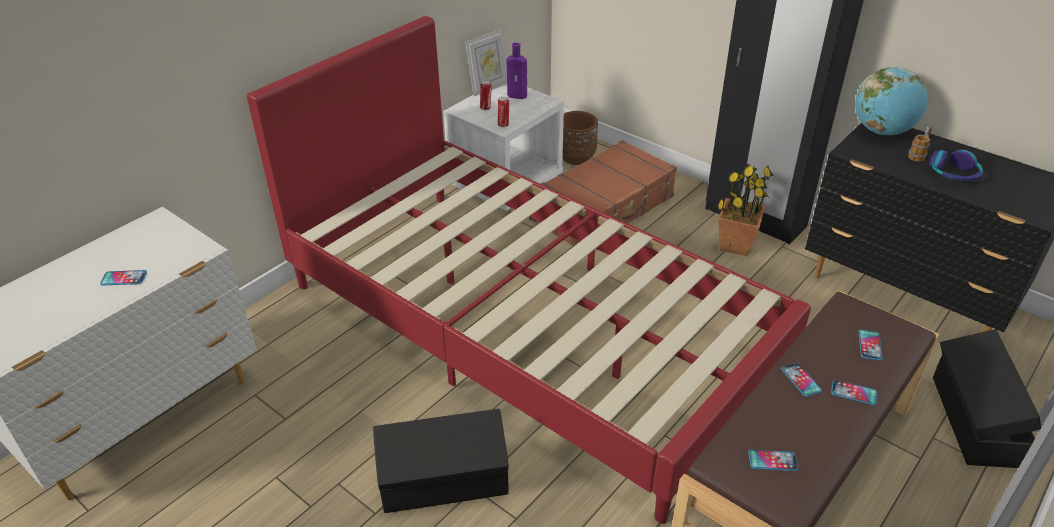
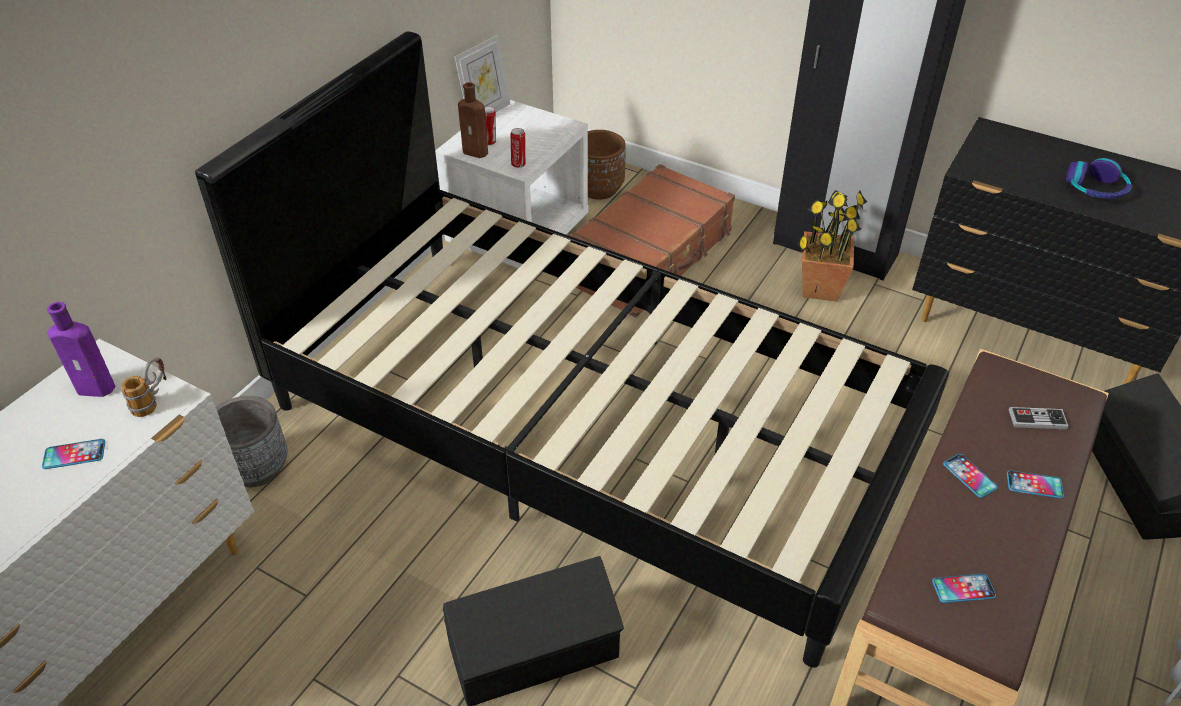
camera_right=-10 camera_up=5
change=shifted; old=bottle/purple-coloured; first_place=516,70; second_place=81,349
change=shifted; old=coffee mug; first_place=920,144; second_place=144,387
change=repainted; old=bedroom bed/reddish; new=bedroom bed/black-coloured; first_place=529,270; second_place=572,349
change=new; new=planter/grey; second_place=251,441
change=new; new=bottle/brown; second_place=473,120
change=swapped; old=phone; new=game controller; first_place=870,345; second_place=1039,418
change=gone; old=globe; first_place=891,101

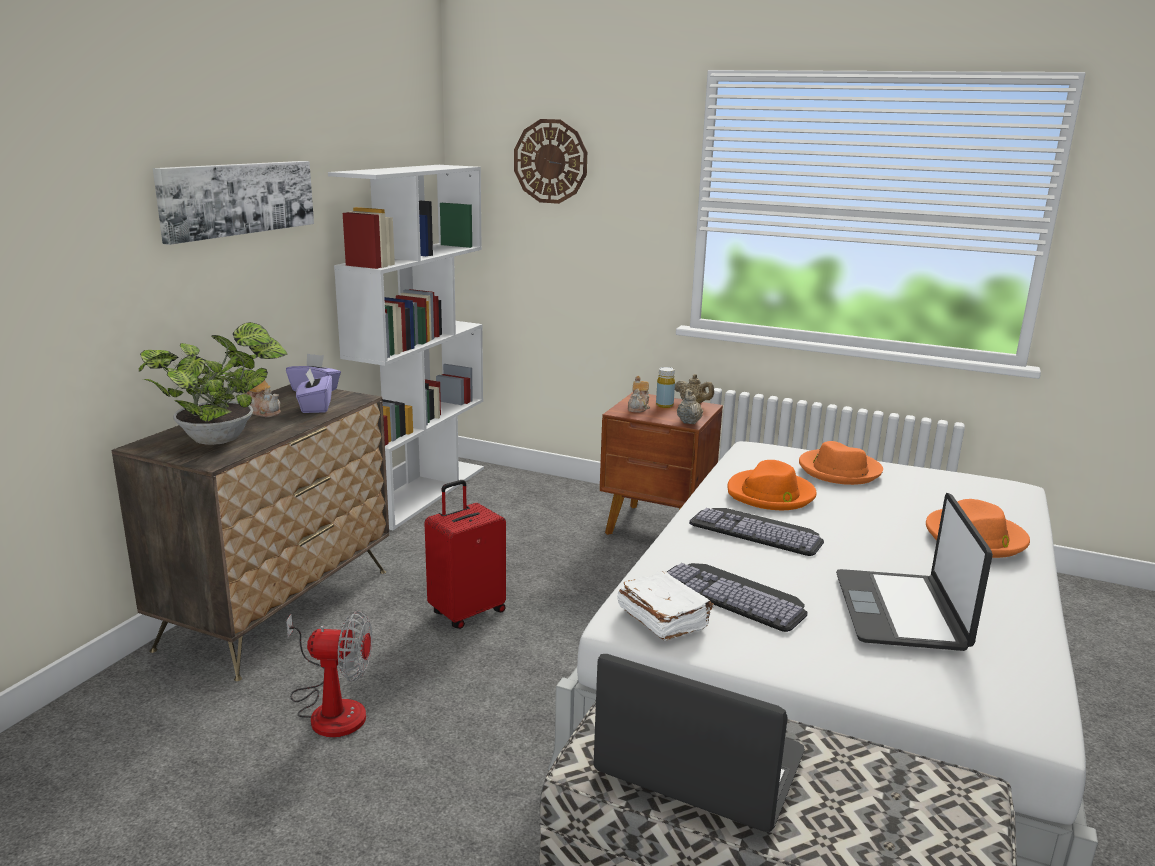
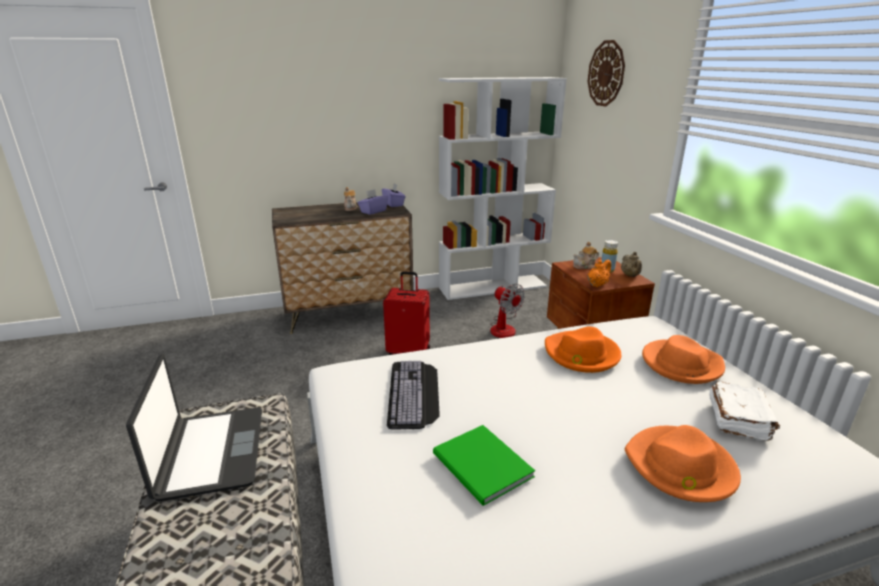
camera_right=50 camera_up=5
change=swapped; old=laptop; new=volume/greenish; first_place=914,572; second_place=484,465
change=shifted; old=fan; first_place=329,674; second_place=507,311
change=repainted; old=teapot/beige; new=teapot/orange; first_place=690,406; second_place=599,273
change=shifted; old=volume/white-coloured; first_place=665,606; second_place=744,411
change=gone; old=houseplant; first_place=213,383
change=gone; old=wall art; first_place=233,203
change=gone; old=PC keyboard; first_place=756,532

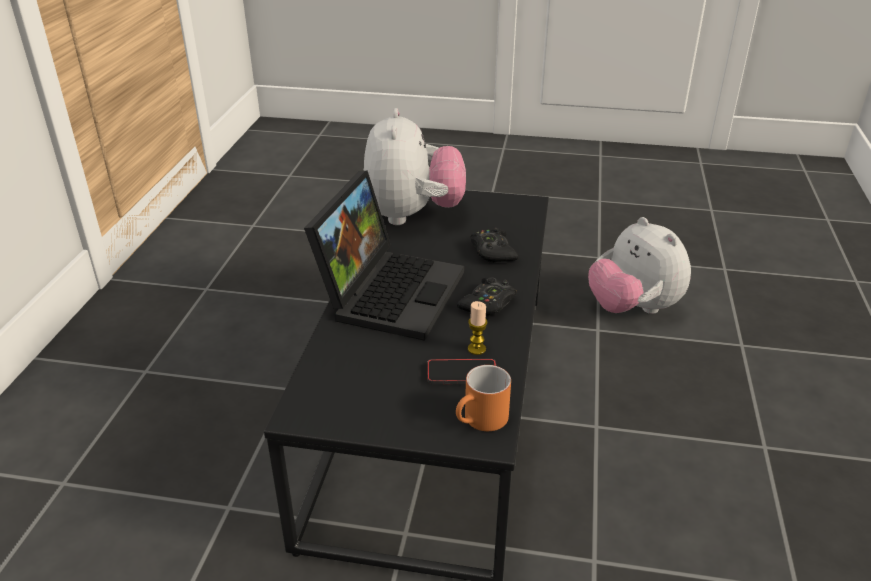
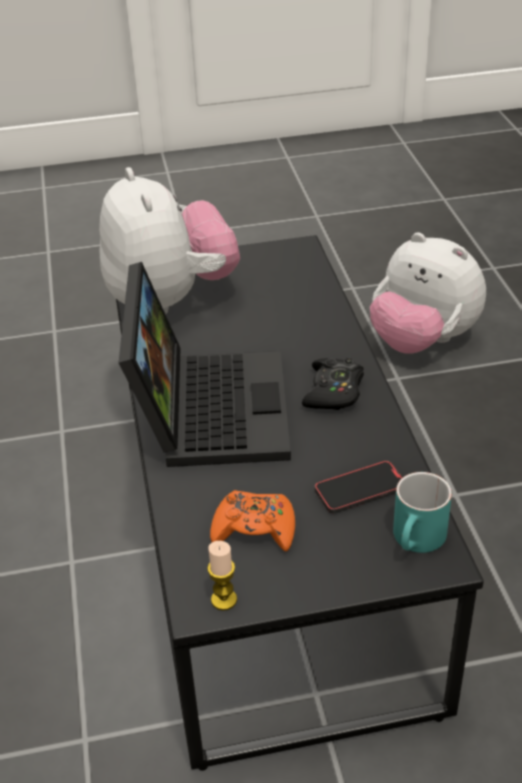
camera_right=-20 camera_up=5
change=shifted; old=wax candle; first_place=477,328; second_place=222,575
change=new; new=game controller/orange; second_place=252,520
change=repainted; old=coffee mug/orange; new=coffee mug/blue-green; first_place=483,398; second_place=422,512
change=gone; old=game controller/black-coloured; first_place=495,245

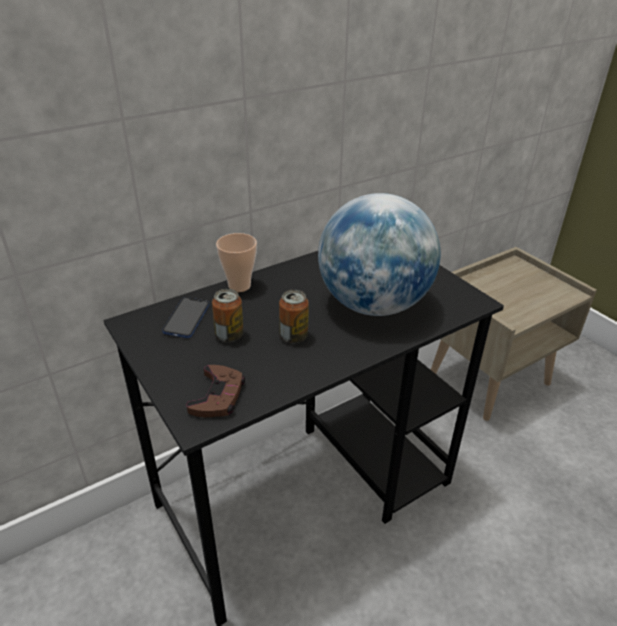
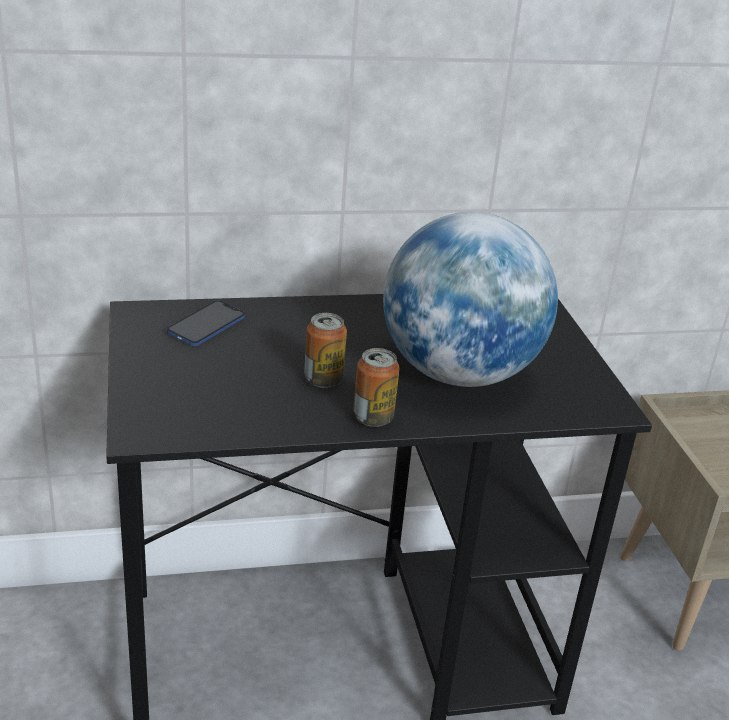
camera_right=20 camera_up=-5
change=shifted; old=sealed can; first_place=227,315; second_place=376,387
change=gone; old=game controller/brown; first_place=215,391
change=gone; old=small cup; first_place=236,262

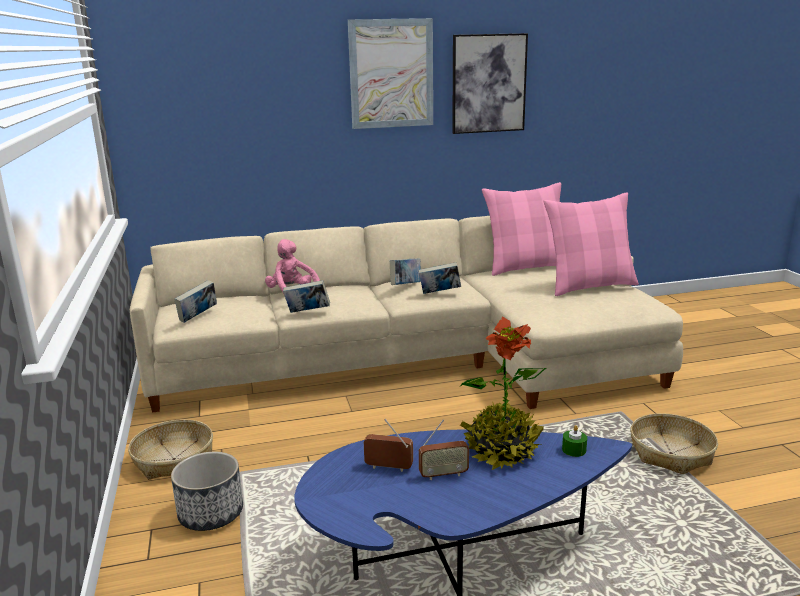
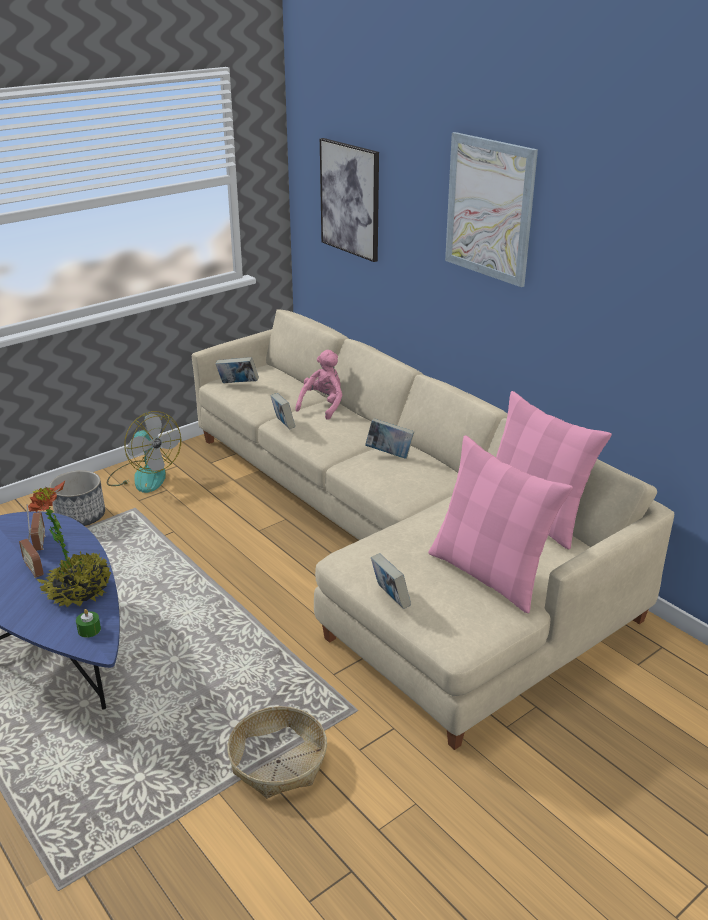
camera_right=65 camera_up=10
change=swapped; old=basket; new=fan; first_place=170,449; second_place=144,452
change=shifted; old=wall art; first_place=490,83; second_place=349,200
change=shifted; old=volume; first_place=439,278; second_place=391,581

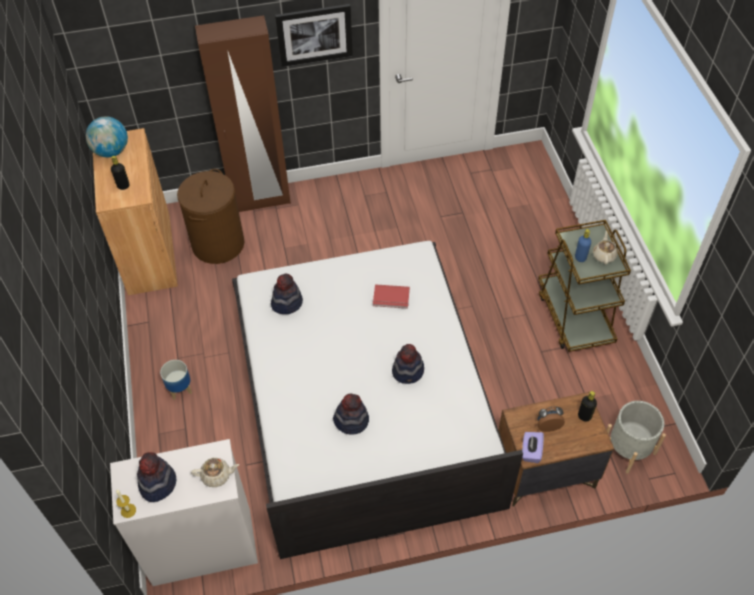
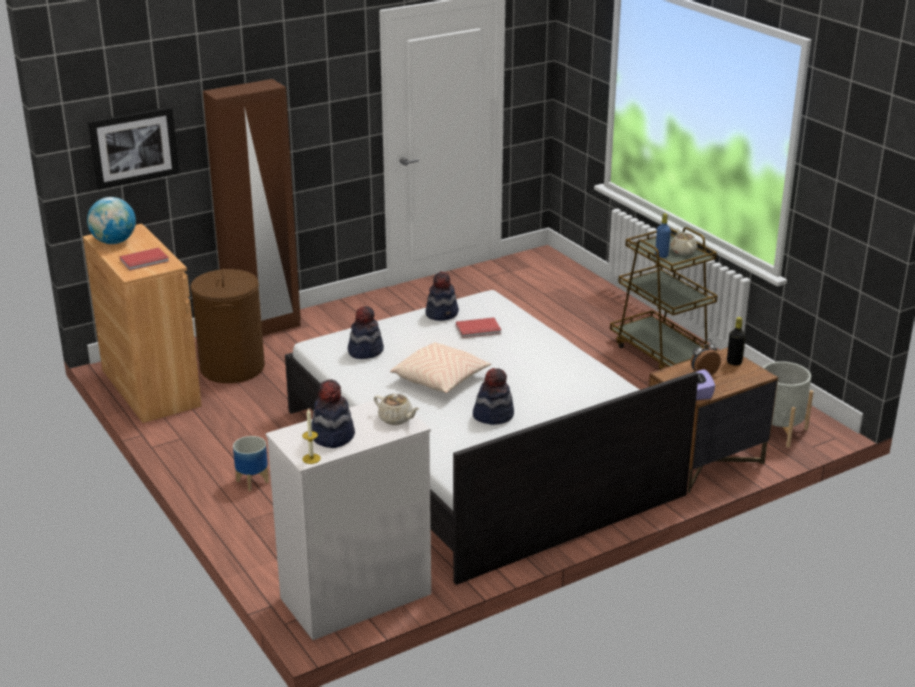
camera_right=-20 camera_up=-25
change=shifted; old=wall art; first_place=314,35; second_place=133,148
change=swapped; old=bottle/black-coloured; new=volume/reddish; first_place=120,173; second_place=144,258
change=rotated; old=teapot/beige; first_place=215,472; second_place=397,409; degrees=60
change=new; new=throw pillow/beige; second_place=440,367
change=shifted; old=wearable hat; first_place=408,364; second_place=442,296

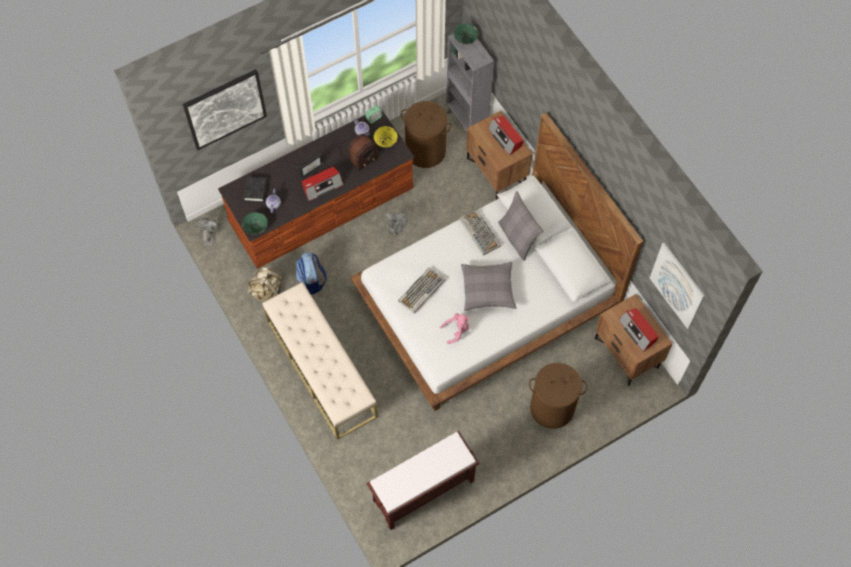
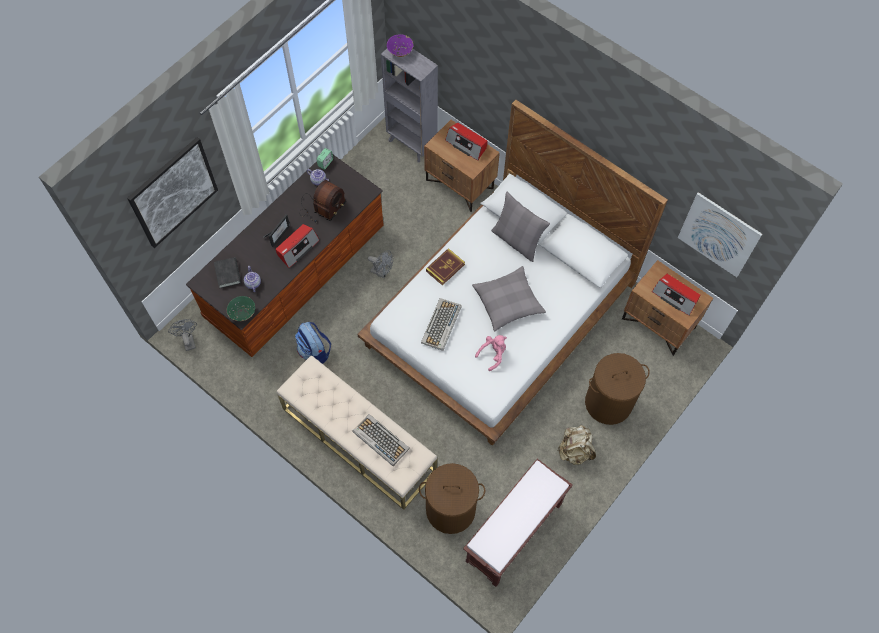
camera_right=-20 camera_up=0
change=shifted; old=PC keyboard; first_place=480,233; second_place=381,440
change=repainted; old=bowl/greenish; new=bowl/purple-coloured; first_place=466,34; second_place=400,45
change=shifted; old=washing basket/brown; first_place=426,134; second_place=452,498
change=new; new=volume; second_place=445,266
change=shifted; old=rucksack/beige; first_place=266,284; second_place=577,445
change=gone; old=bowl/yellow; first_place=386,137

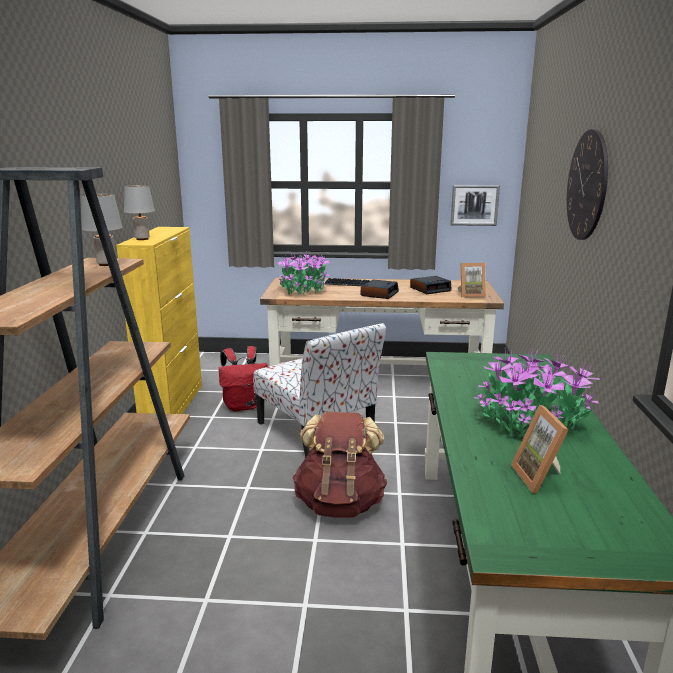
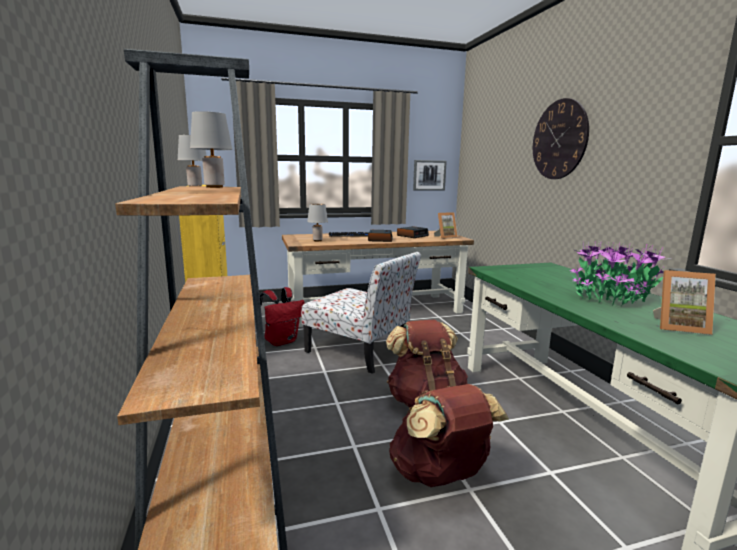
camera_right=-20 camera_up=-5
change=swapped; old=houseplant; new=lamp for a table/grey; first_place=303,273; second_place=317,222
change=new; new=rucksack/brown; second_place=449,435
change=rotated; old=standing frame; first_place=540,449; second_place=684,302; degrees=-45

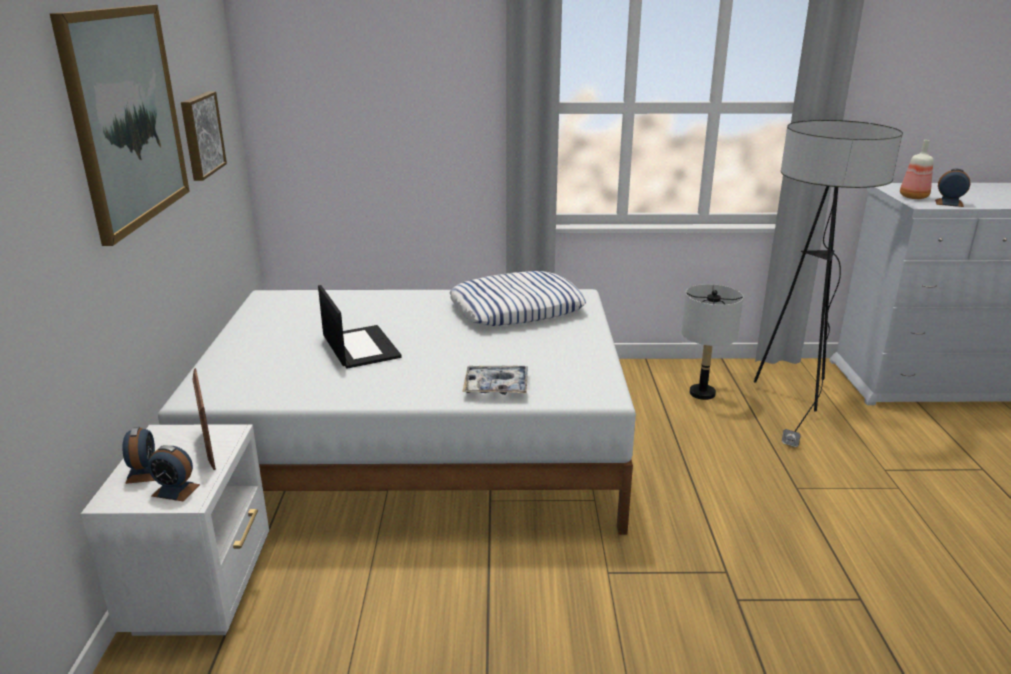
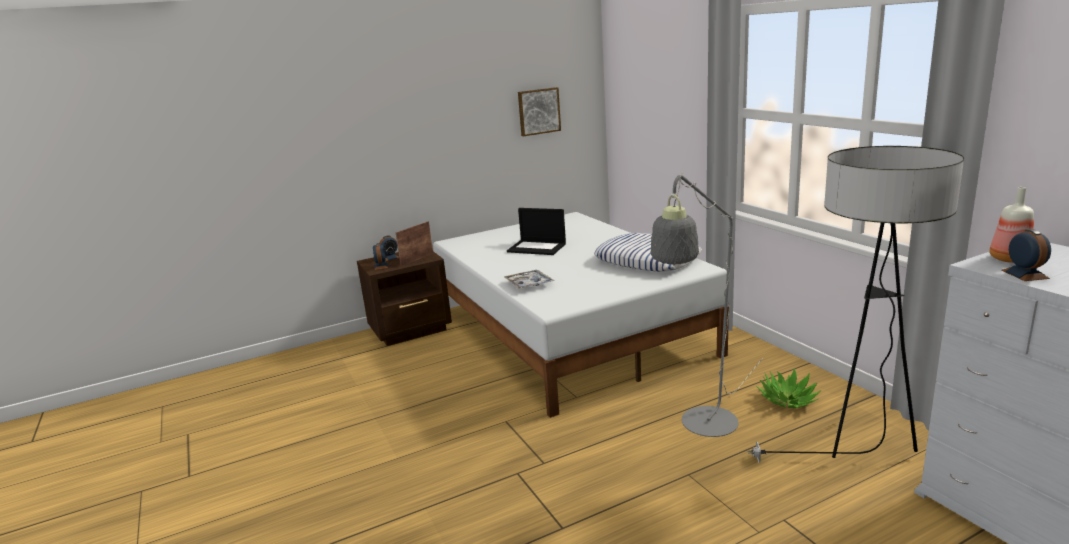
camera_right=65 camera_up=-5
change=repainted; old=nightstand/white-coloured; new=nightstand/brown; first_place=175,530; second_place=404,298
change=rotated; old=laptop; first_place=360,327; second_place=536,231; degrees=75
change=new; new=floor lamp/grey; second_place=706,304
change=swapped; old=lamp for a table/grey; new=houseplant; first_place=712,342; second_place=789,388
change=gone; old=wall art; first_place=120,125

